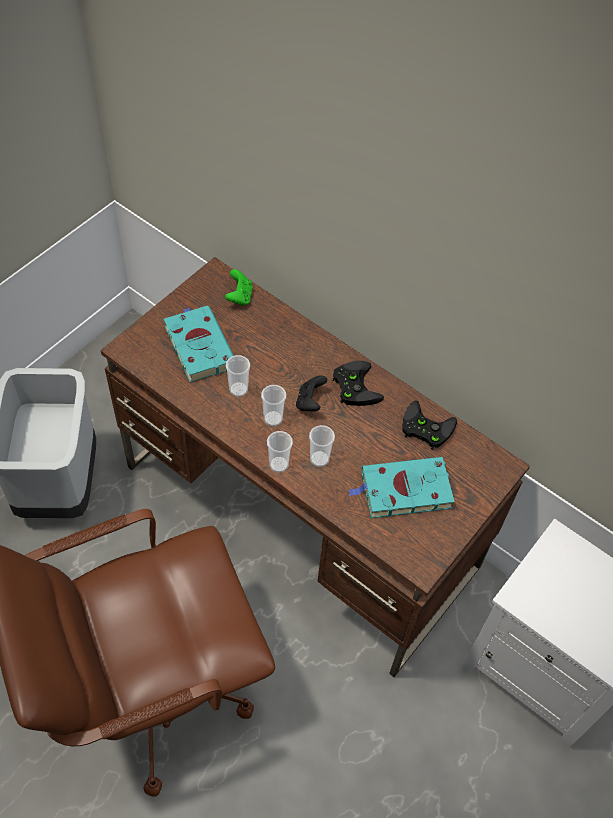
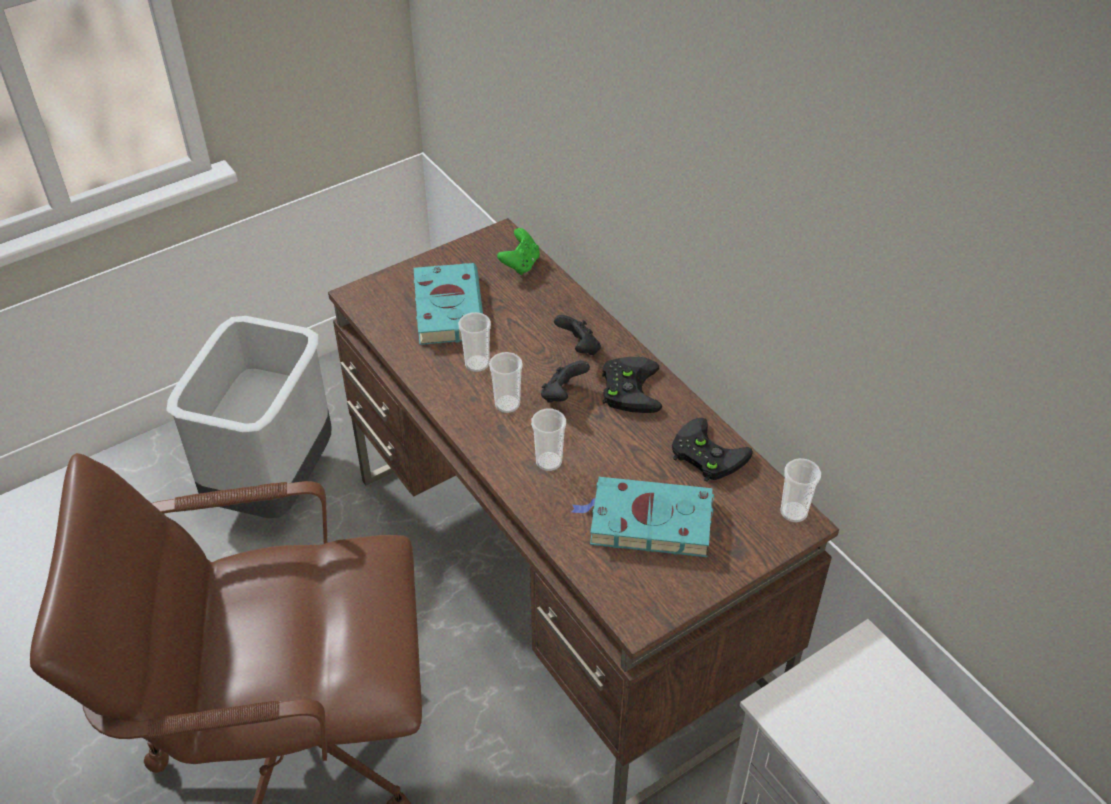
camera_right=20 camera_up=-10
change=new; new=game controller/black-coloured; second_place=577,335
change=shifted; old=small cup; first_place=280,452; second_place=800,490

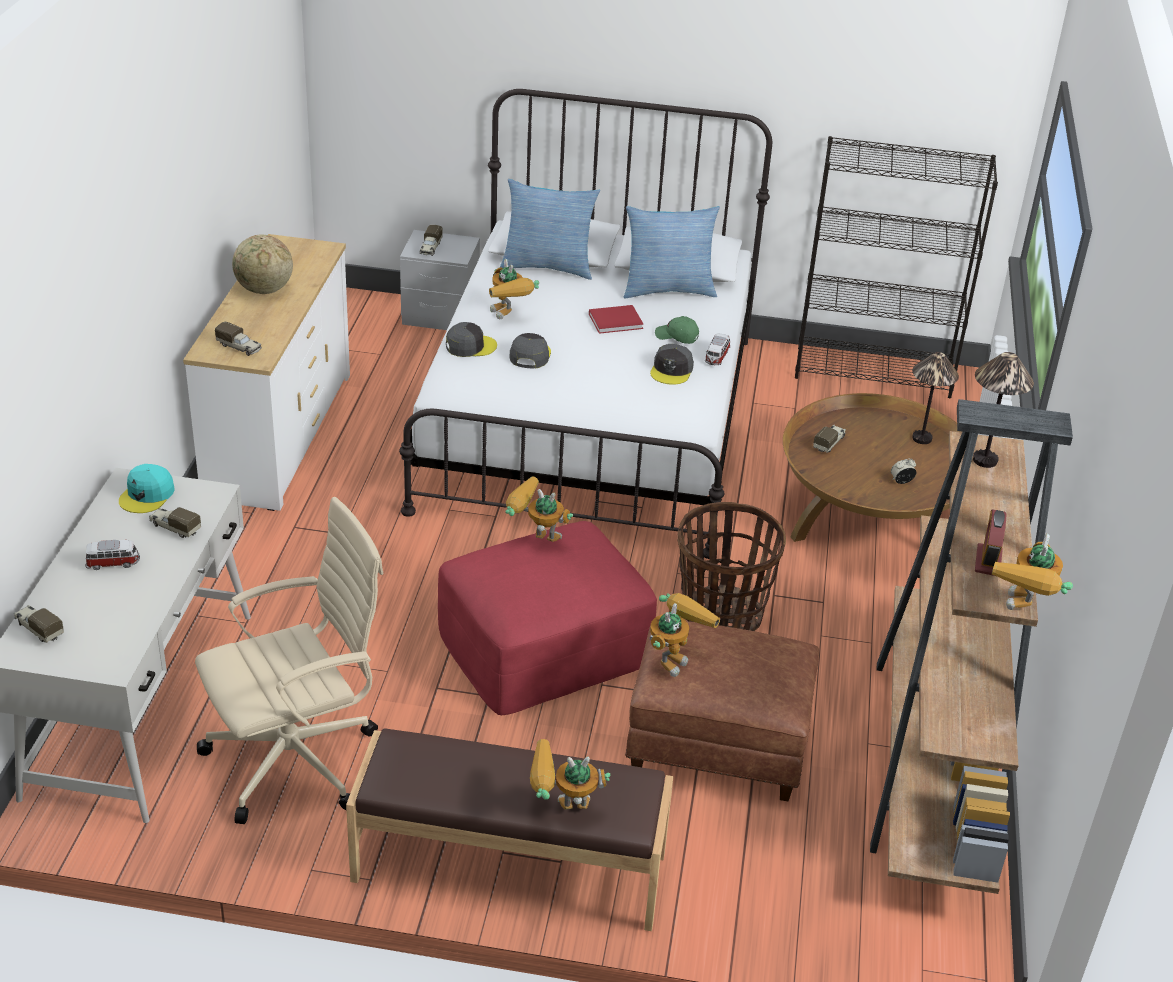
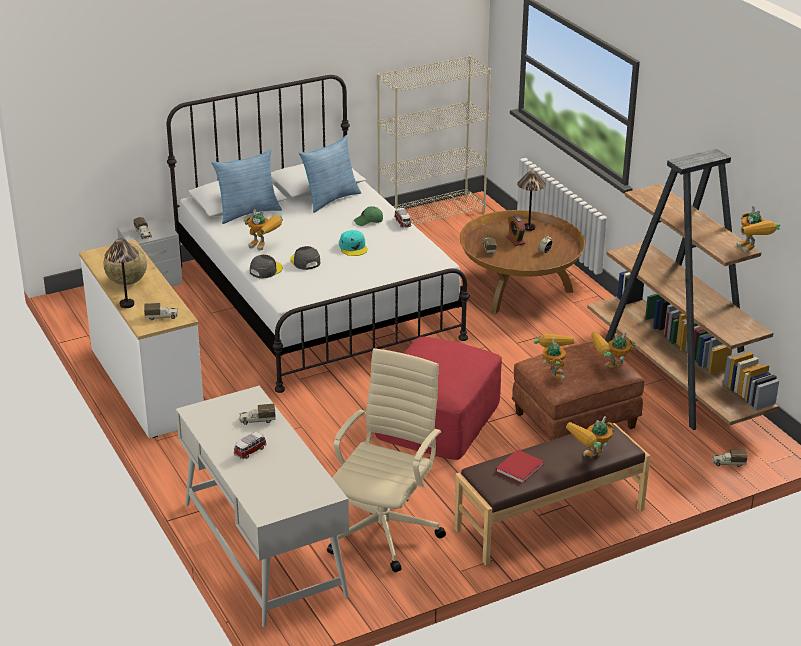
camera_right=-35 camera_up=-5
change=shifted; old=lamp for a table; first_place=1003,410; second_place=121,273
change=shifted; old=peaked cap/blue-green; first_place=147,488; second_place=353,243
change=repainted; old=bookcase/black-coloured; new=bookcase/beige; first_place=896,267; second_place=434,140
change=shifted; old=volume/reddish; first_place=616,319; second_place=520,466
change=shifted; old=alarm clock; first_place=990,542; second_place=516,230
change=shifted; old=model robot; first_place=539,509; second_place=613,350
change=shifted; old=model truck; first_place=39,624; second_place=729,458
change=gone; old=peaked cap/grey; first_place=672,364
change=gone; old=basket; first_place=731,566

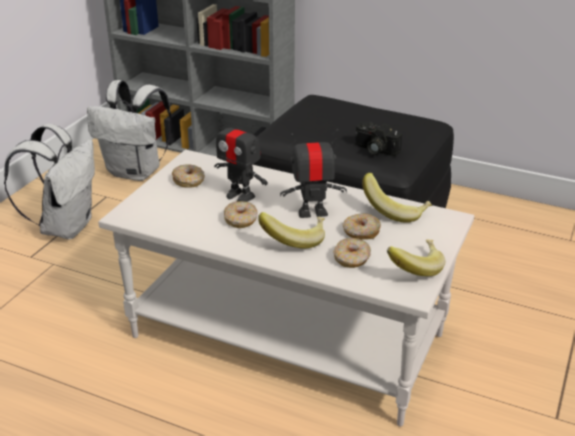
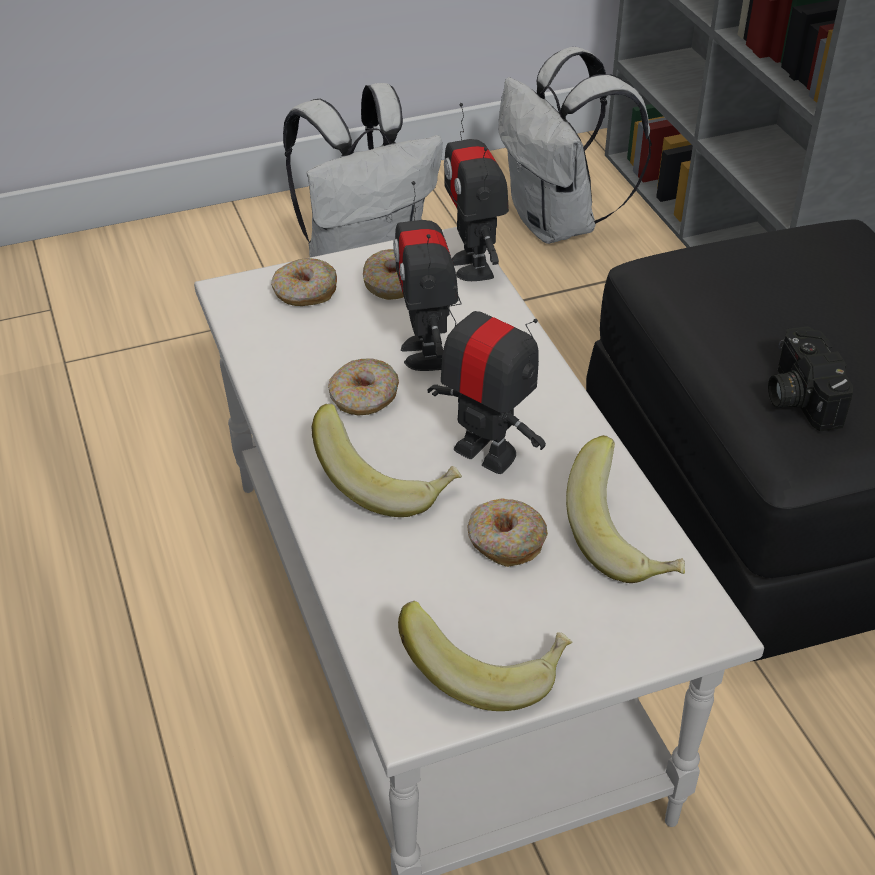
camera_right=45 camera_up=10
change=shifted; old=doughnut; first_place=352,253; second_place=304,282
change=new; new=model robot; second_place=476,192

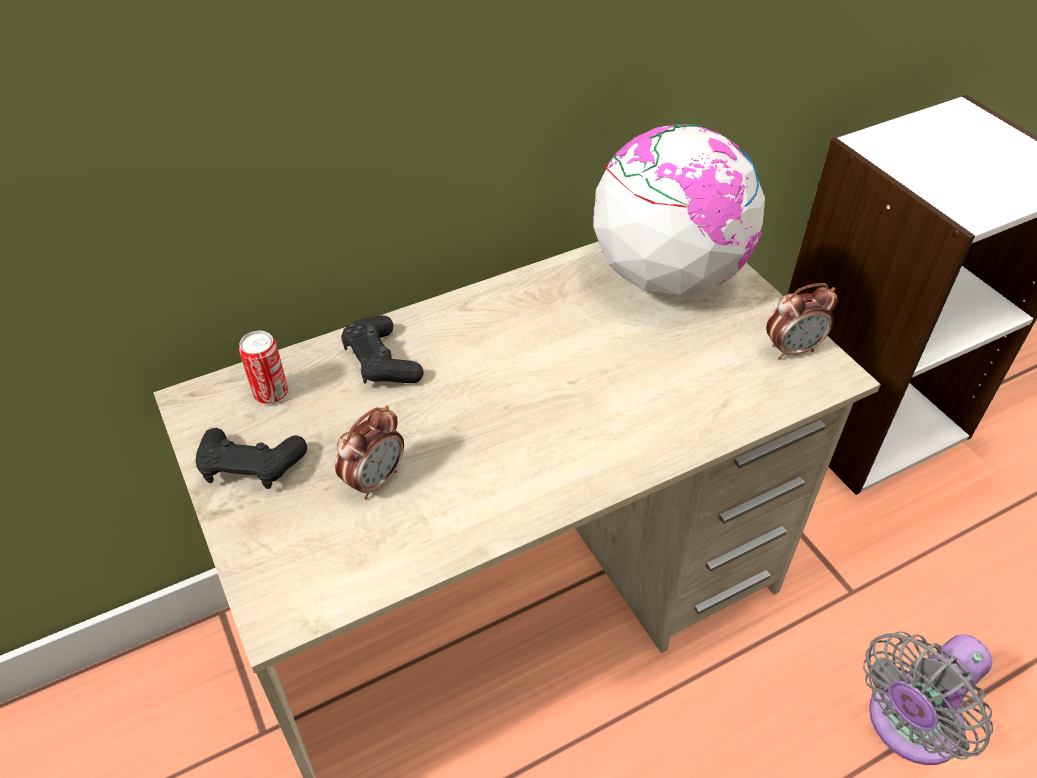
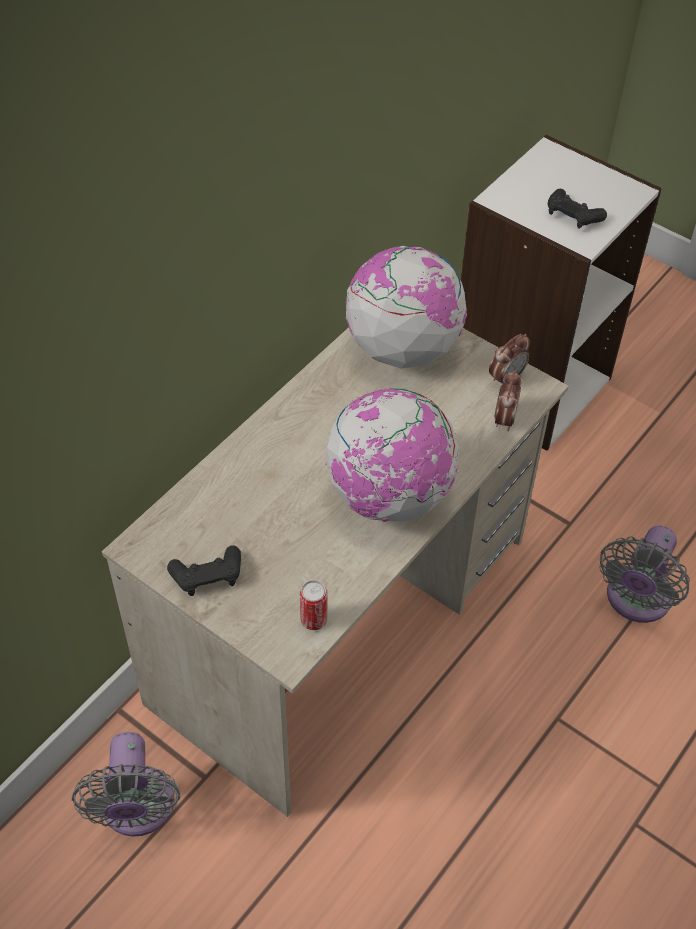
camera_right=-25 camera_up=5
change=new; new=fan/grey; second_place=126,784
change=shifted; old=sealed can; first_place=263,367; second_place=314,605
change=new; new=globe; second_place=392,455
change=shifted; old=alarm clock; first_place=369,452; second_place=508,400
change=shifted; old=game controller/black-coloured; first_place=382,349; second_place=577,209

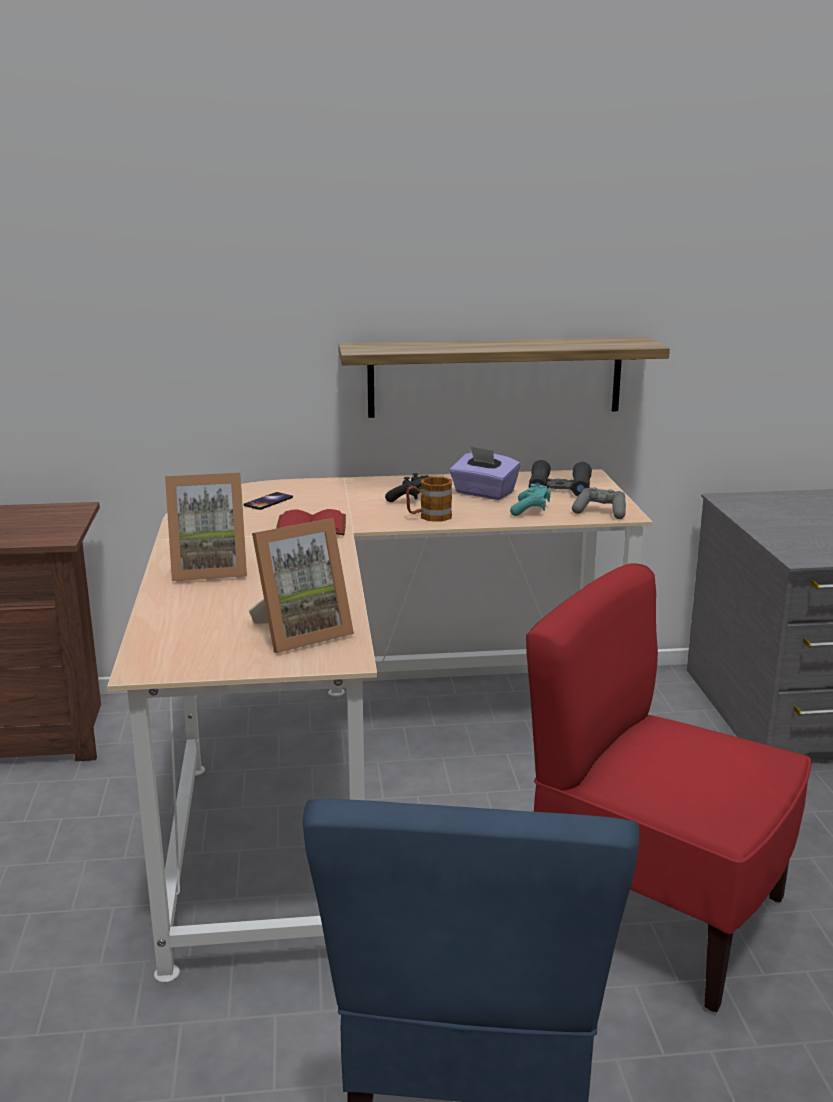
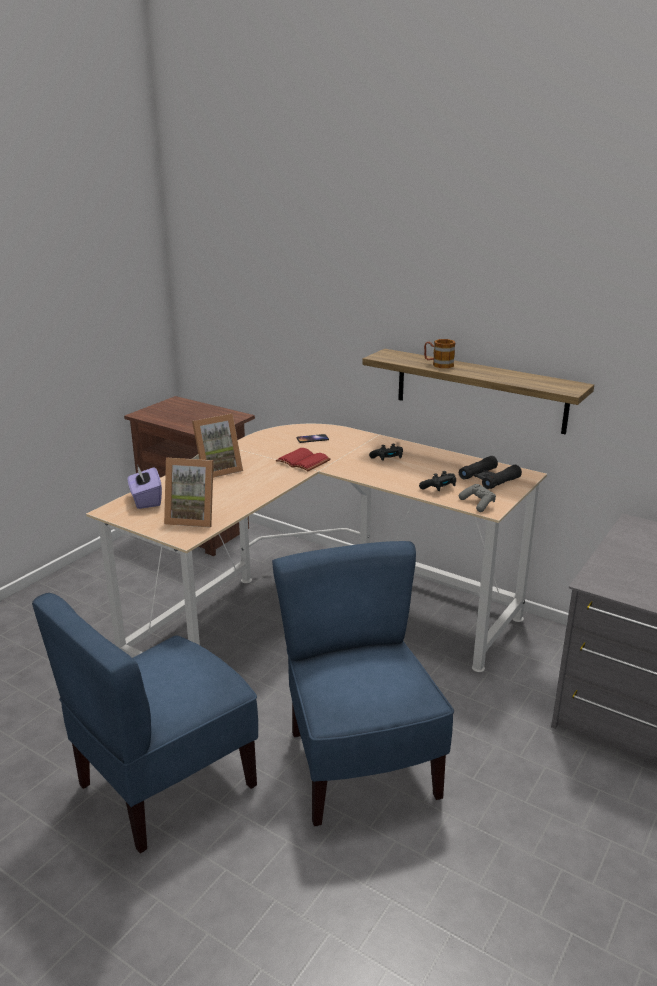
camera_right=40 camera_up=5
change=shifted; old=box of tissues/purple-coloured; first_place=484,473; second_place=145,486
change=rotated; old=standing frame; first_place=206,527; second_place=217,446; degrees=-60
change=repainted; old=plain chair/reddish; new=plain chair/bluish; first_place=669,788; second_place=363,683
change=repainted; old=game controller/blue-green; new=game controller/black-coloured; first_place=530,500; second_place=437,481
change=shifted; old=coffee mug; first_place=429,499; second_place=439,353

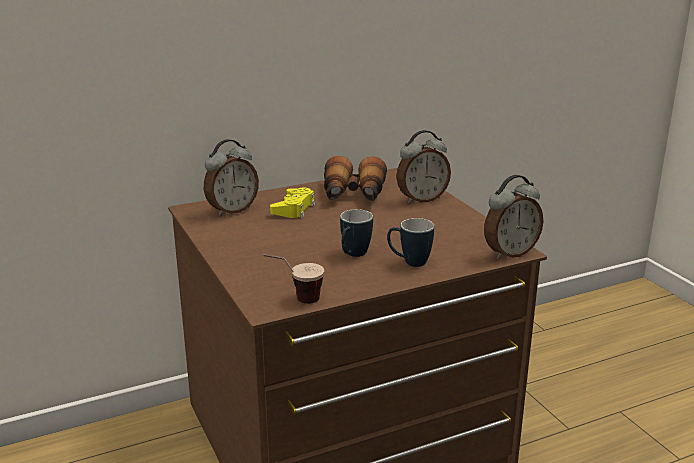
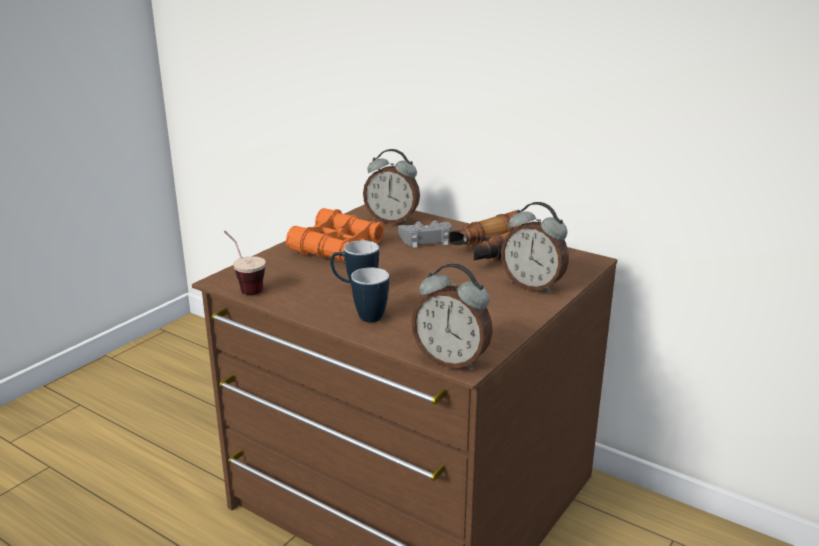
camera_right=60 camera_up=0
change=new; new=binoculars/orange; second_place=335,235
change=repainted; old=game controller/yellow; new=game controller/grey; first_place=292,202; second_place=425,234

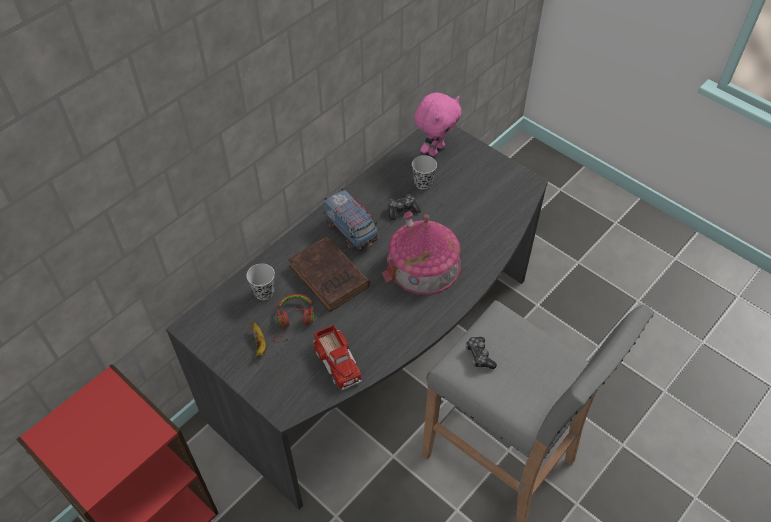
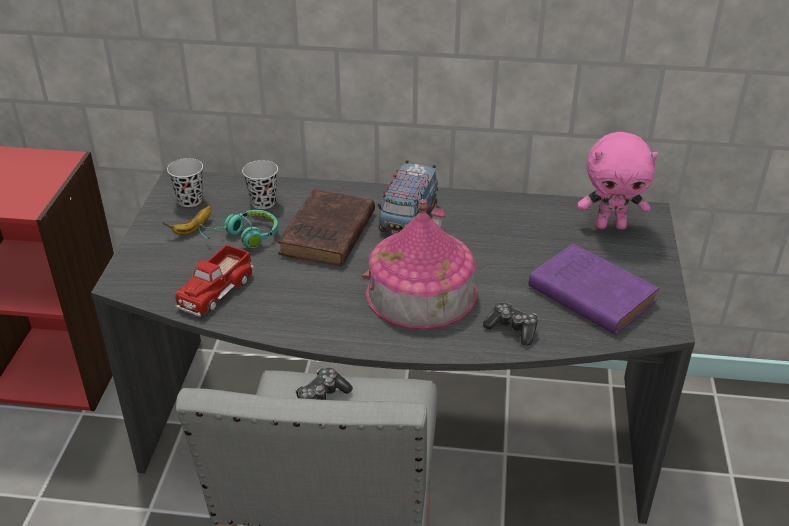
camera_right=55 camera_up=-15
change=shifted; old=small cup/black-coloured; first_place=424,172; second_place=185,182
change=repainted; old=pair of headphones/reddish; new=pair of headphones/blue-green; first_place=293,318; second_place=238,229
change=shifted; old=game controller; first_place=405,207; second_place=510,324
change=new; new=volume/purple-coloured; second_place=593,289

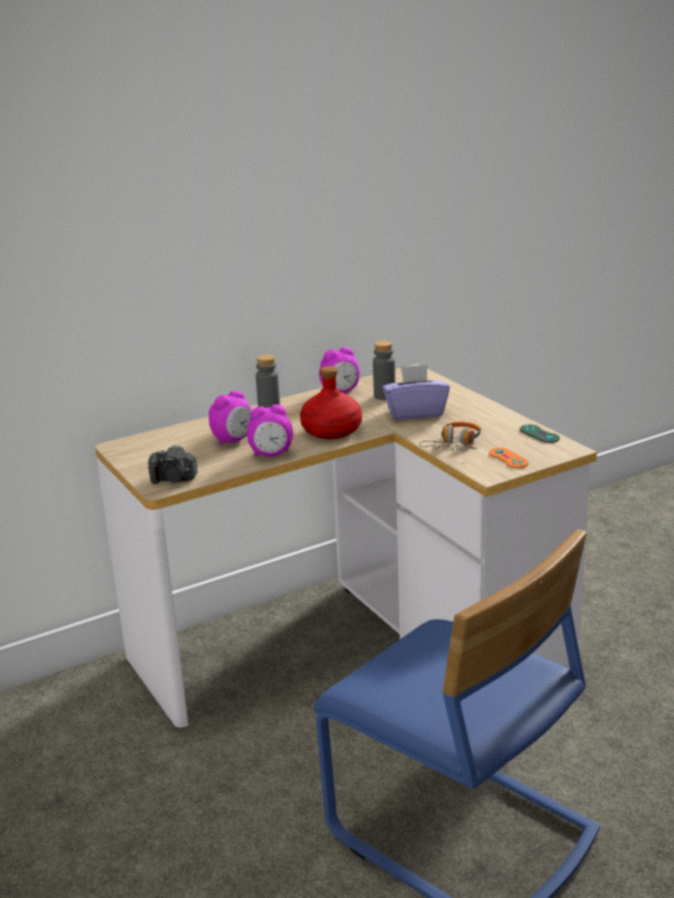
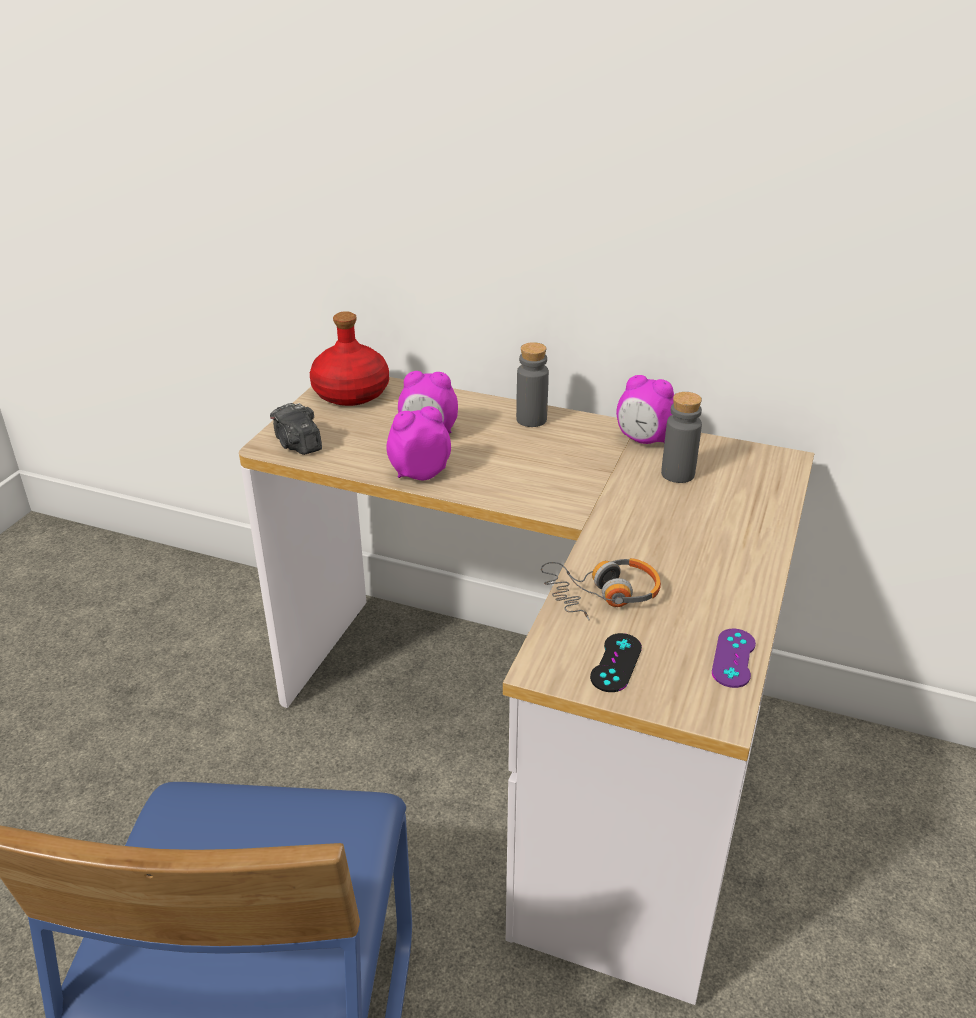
camera_right=50 camera_up=10
change=shifted; old=bottle/reddish; first_place=331,402; second_place=349,358
change=rotated; old=alarm clock; first_place=270,430; second_place=418,443; degrees=120
change=repainted; old=game controller/orange; new=game controller/black-coloured; first_place=509,458; second_place=616,662
change=repainted; old=game controller/greenish; new=game controller/purple-coloured; first_place=540,434; second_place=734,658
change=gone; old=box of tissues/purple-coloured; first_place=416,392

